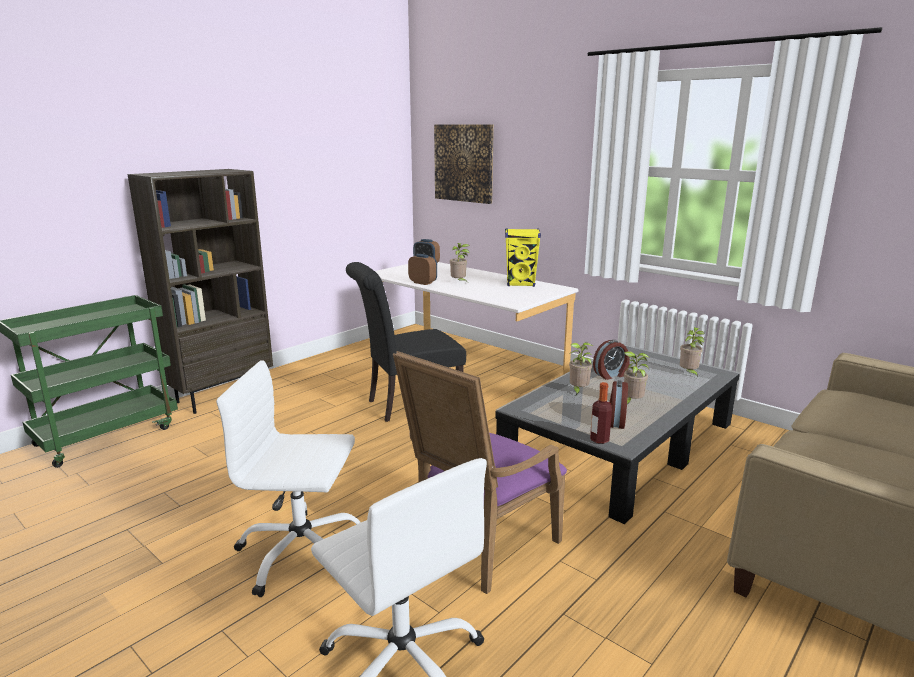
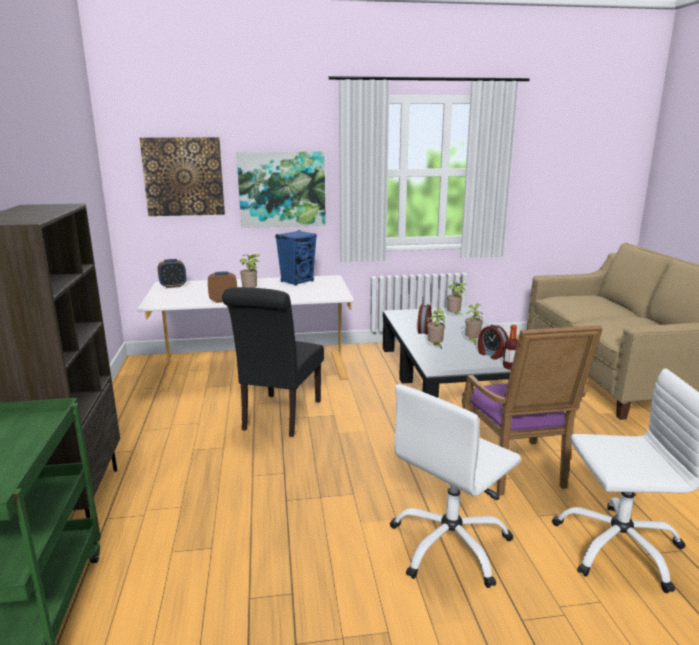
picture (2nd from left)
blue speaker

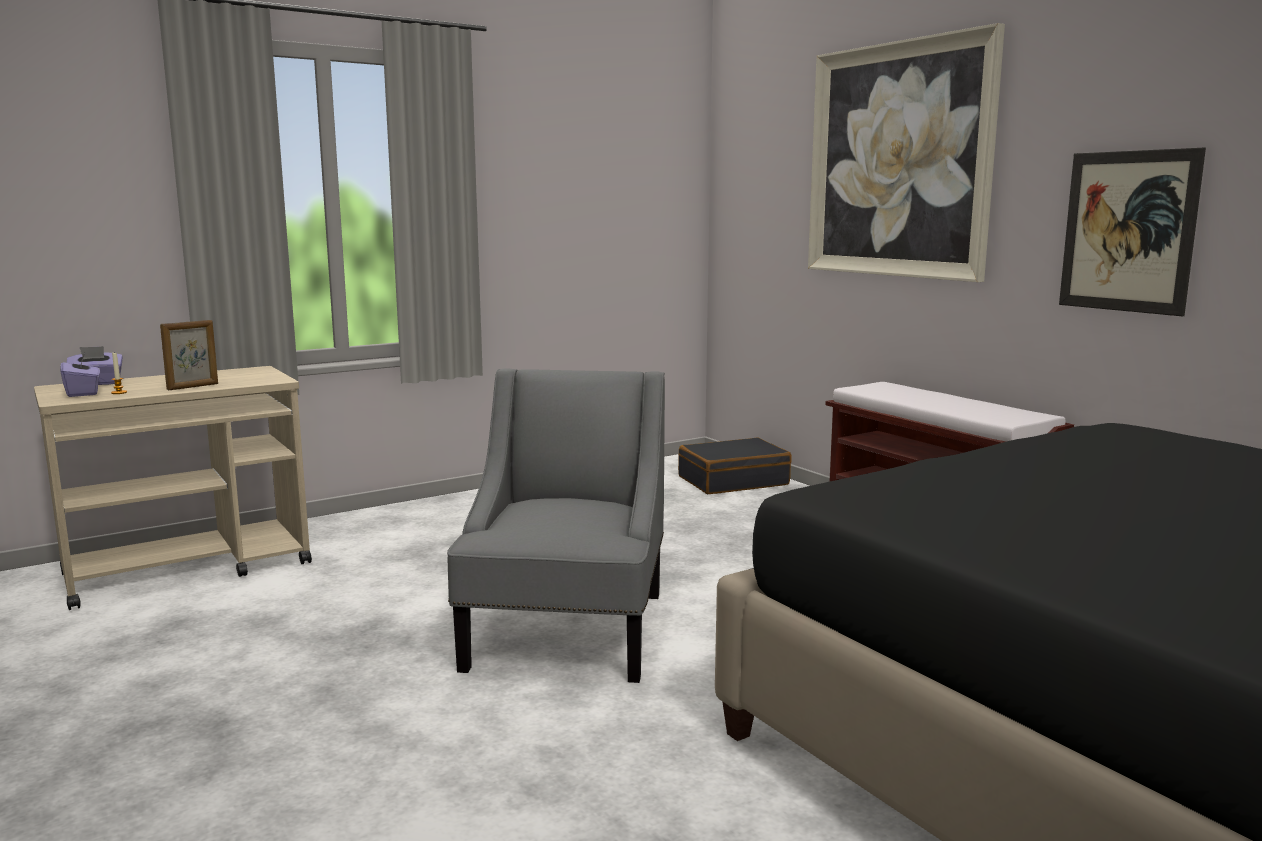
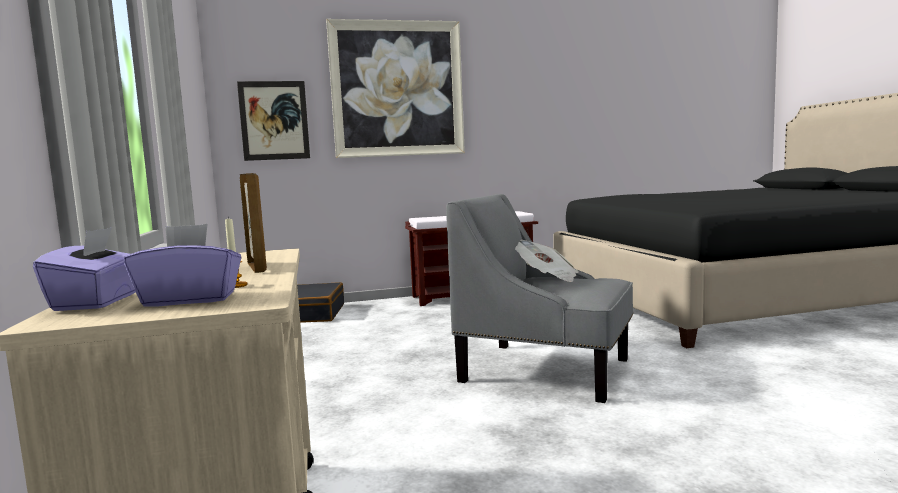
picture (1st from left)
newspaper

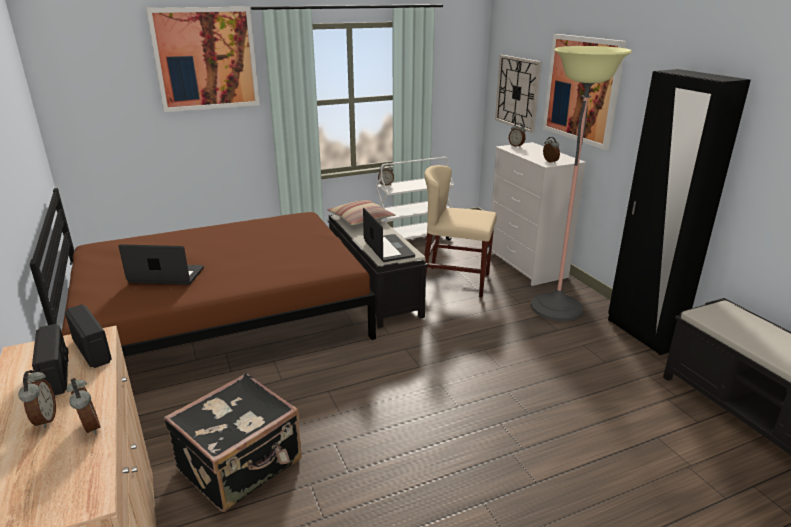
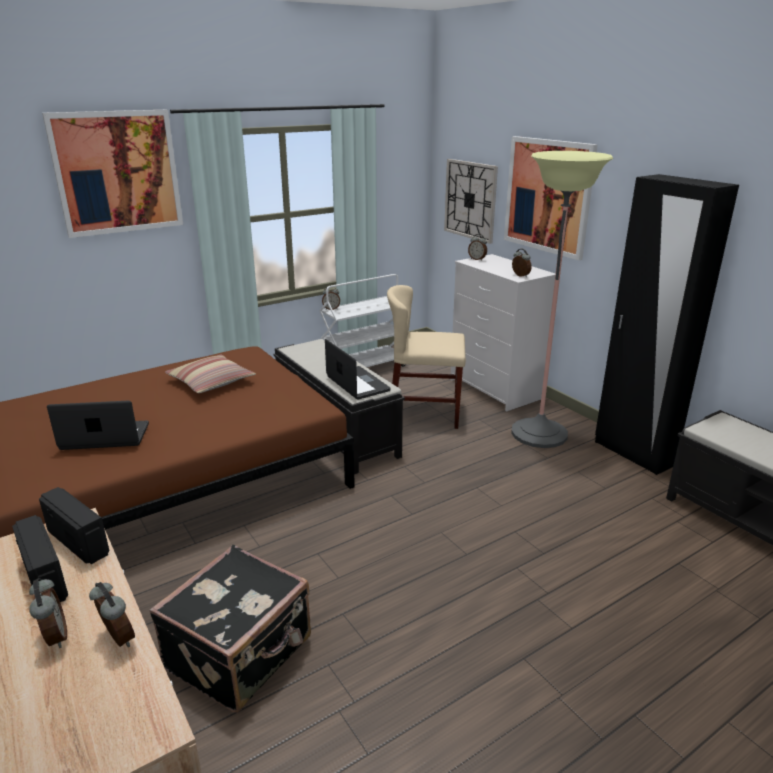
pillow

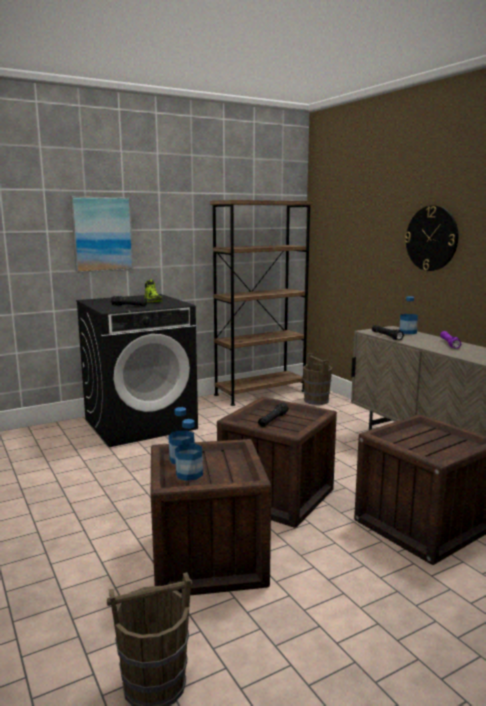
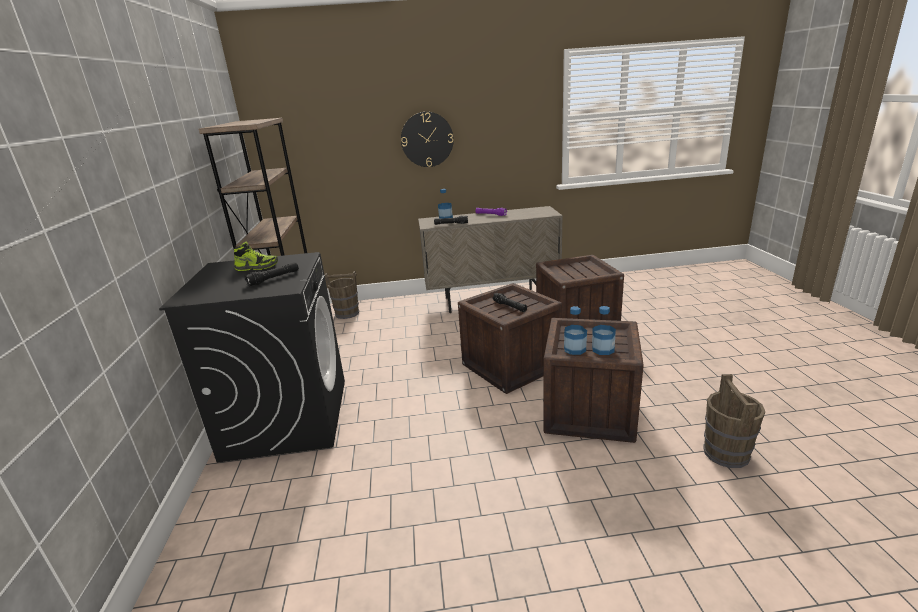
picture

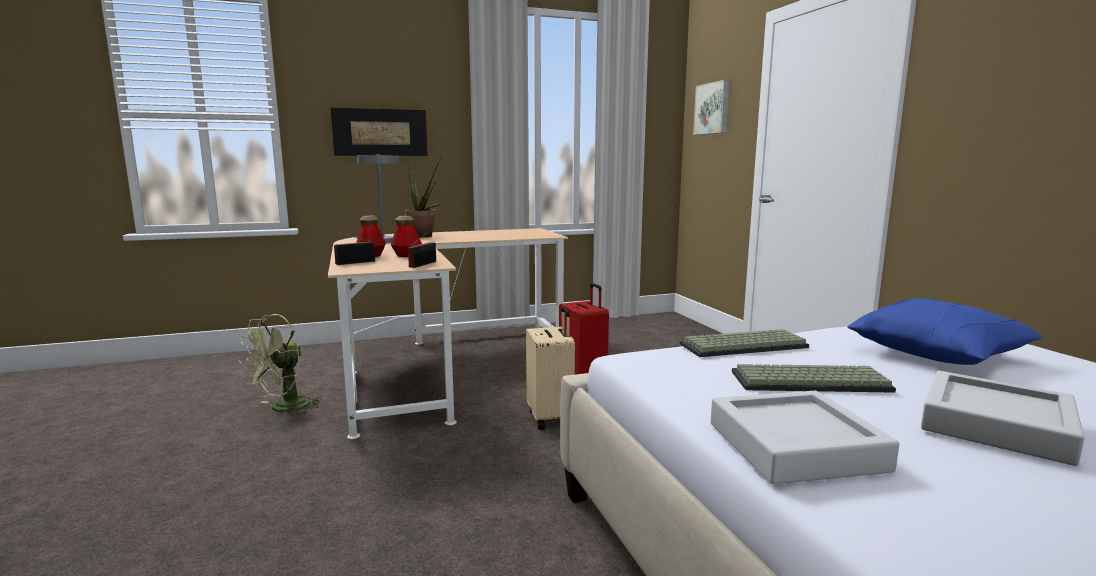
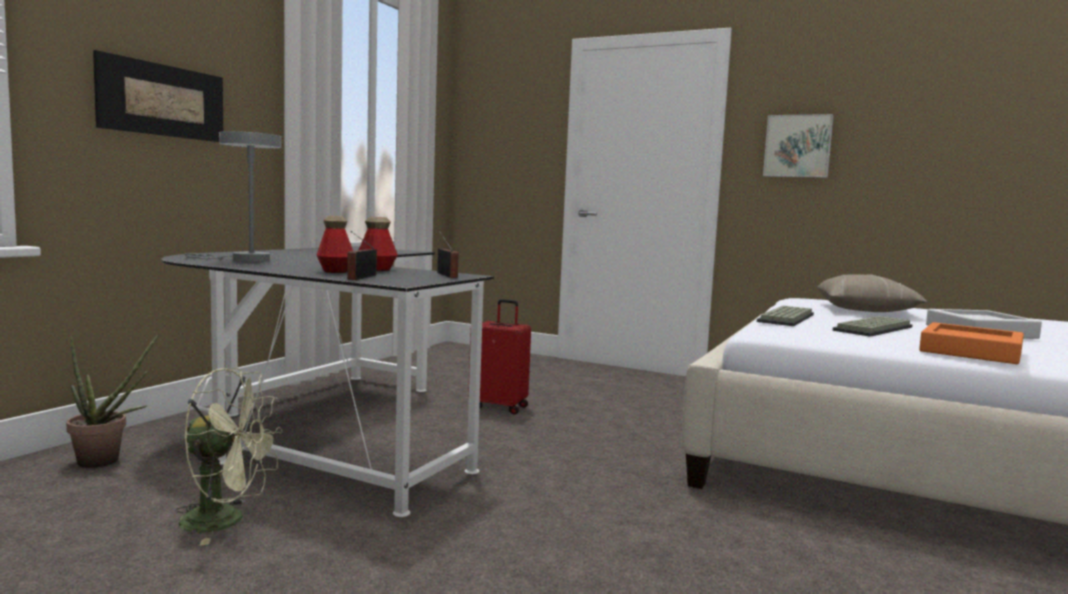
potted plant
black desk
green fan
picture (2nd from left)
beige pillow
orange tray
beige suitcase

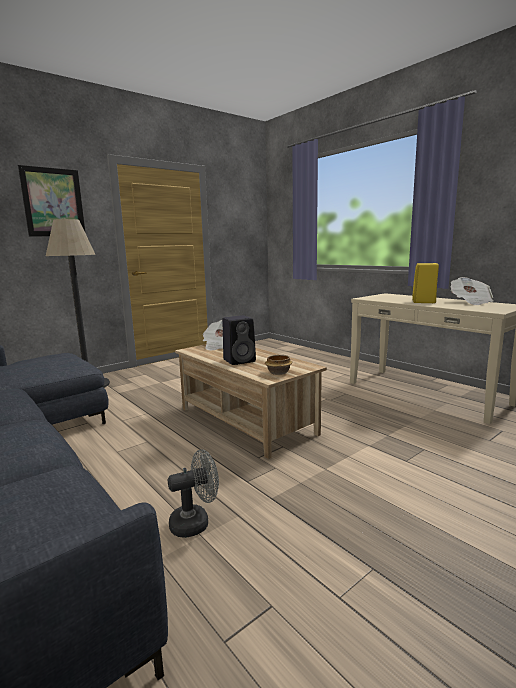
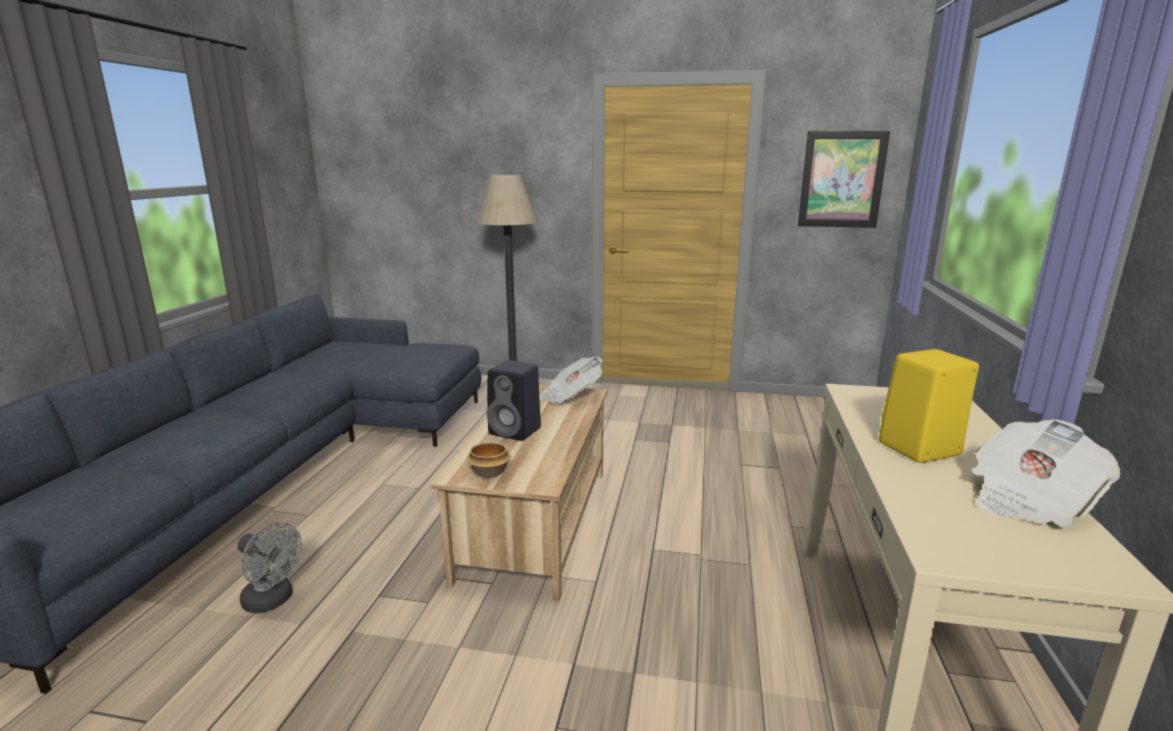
picture

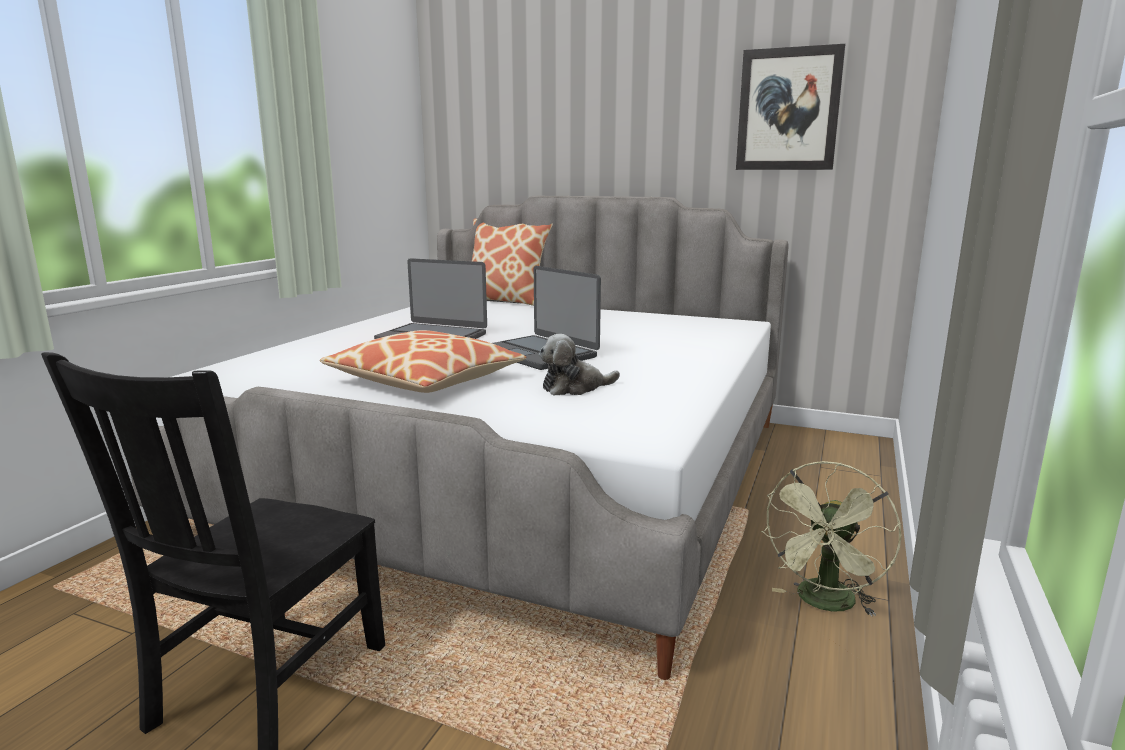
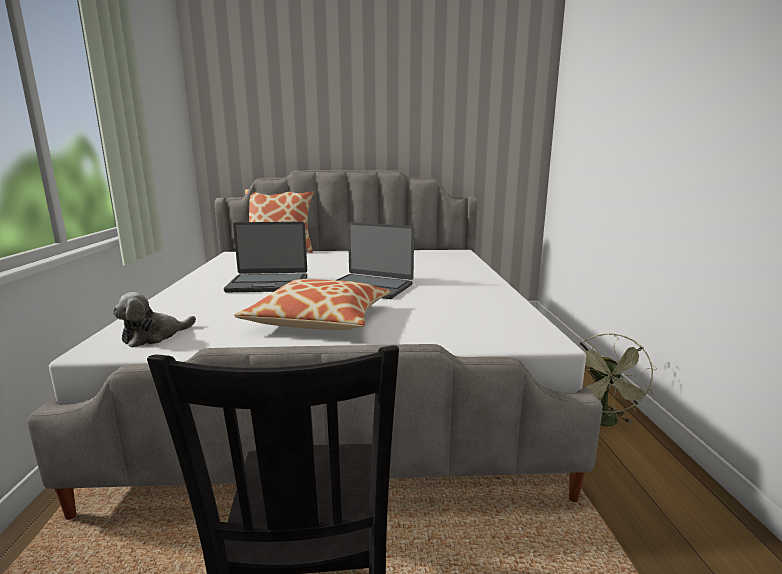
plush toy
picture

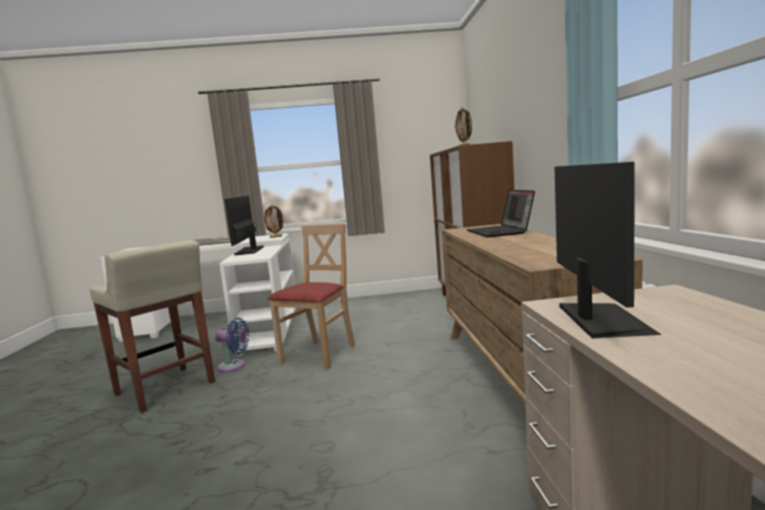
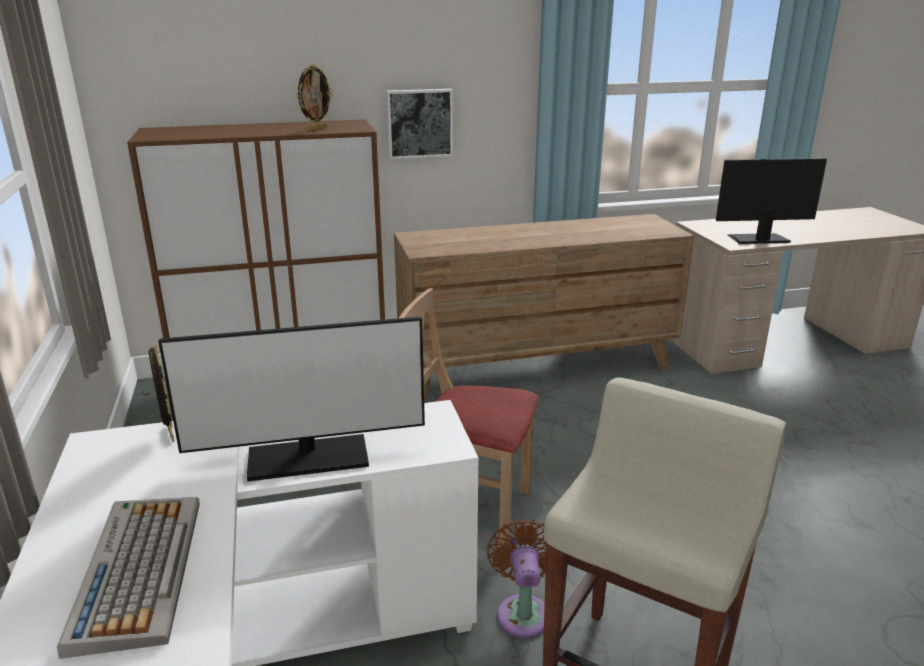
picture
brown fan
laptop

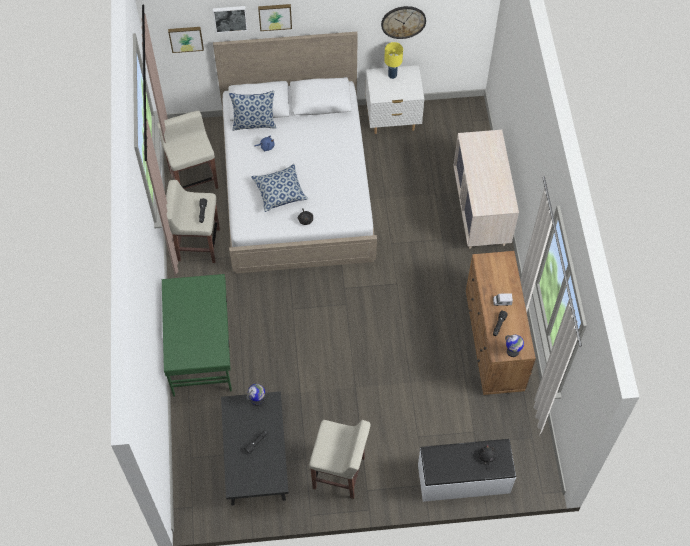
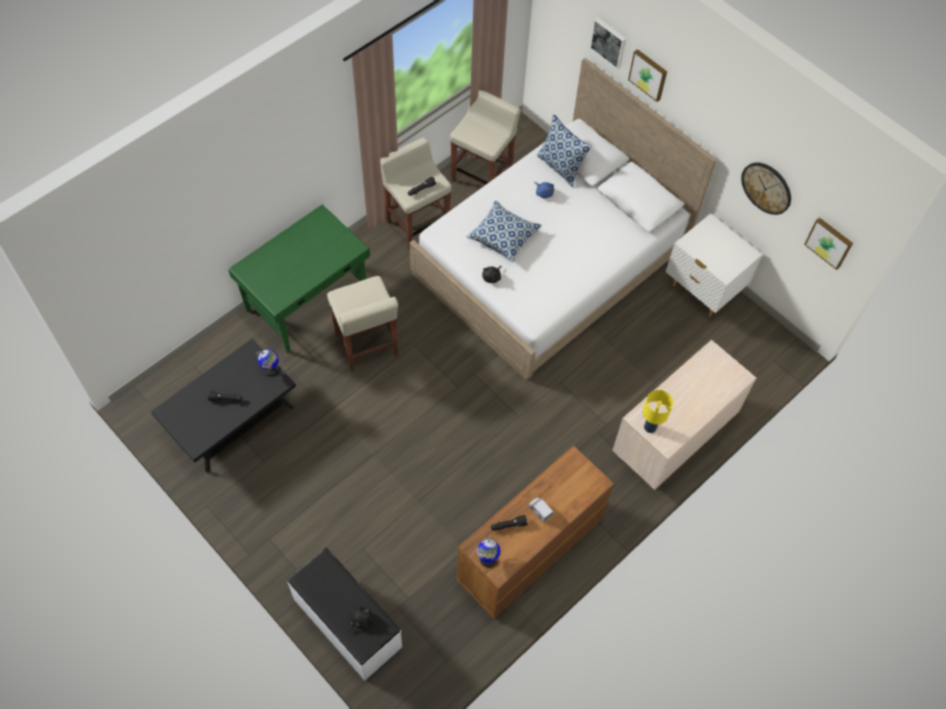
beige stool (1st from left)
yellow table lamp
picture (3rd from left)

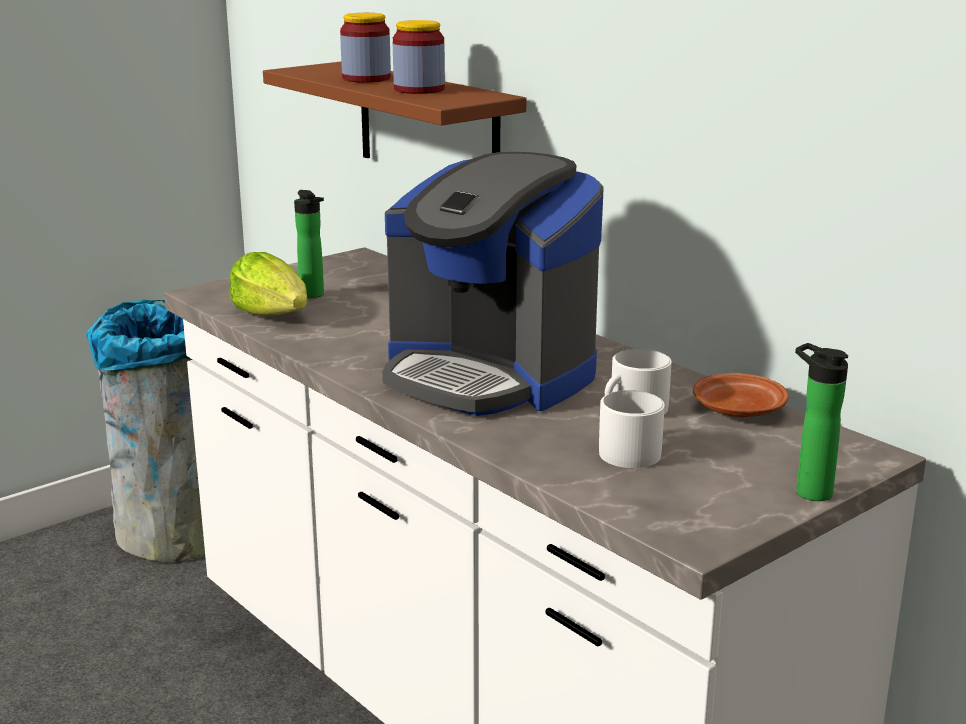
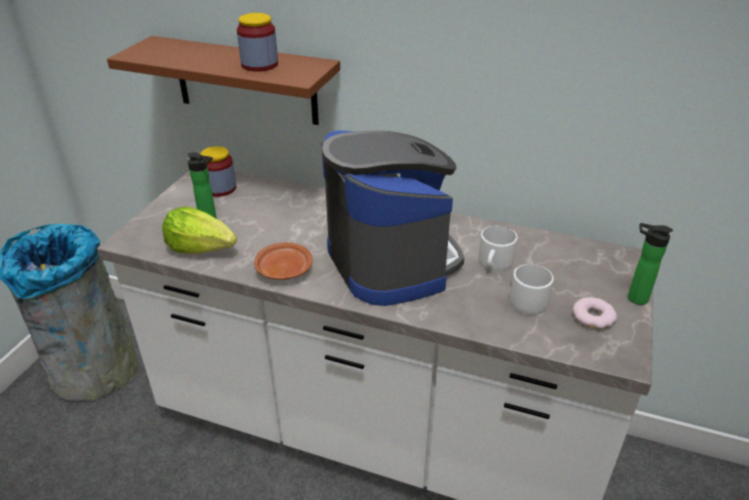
jar (1st from left)
brown plate
coffee machine
donut

